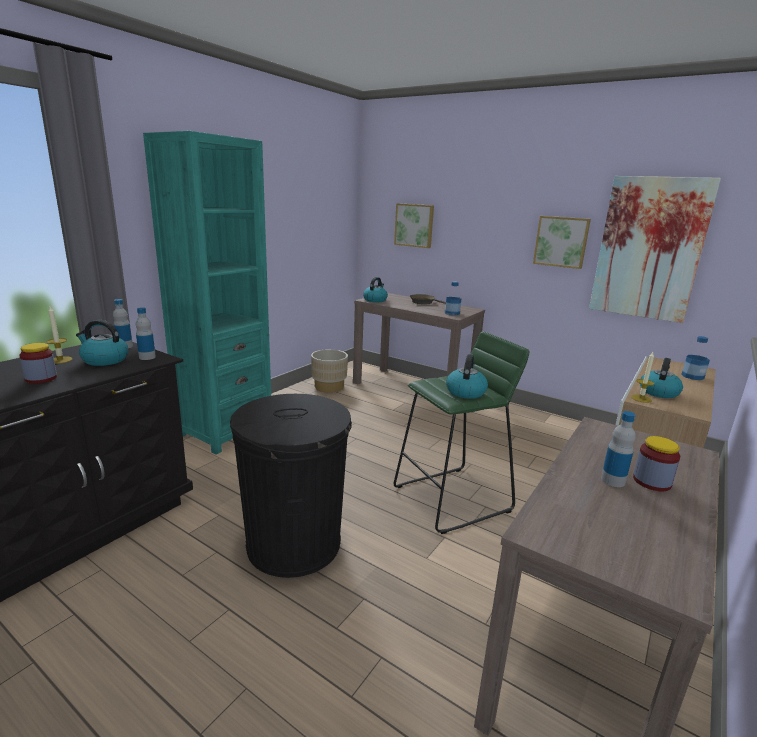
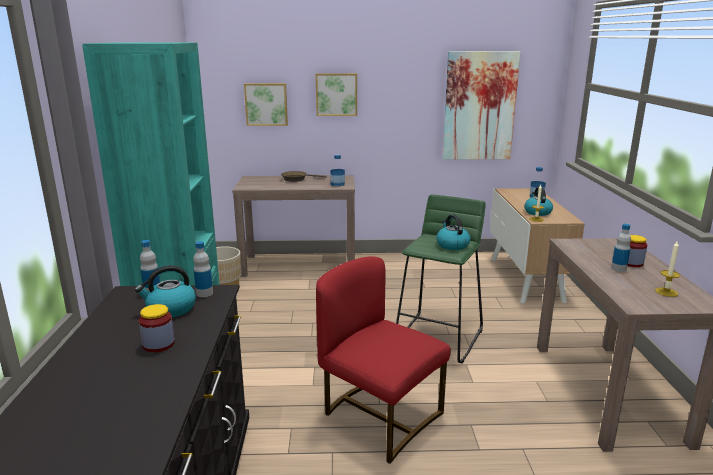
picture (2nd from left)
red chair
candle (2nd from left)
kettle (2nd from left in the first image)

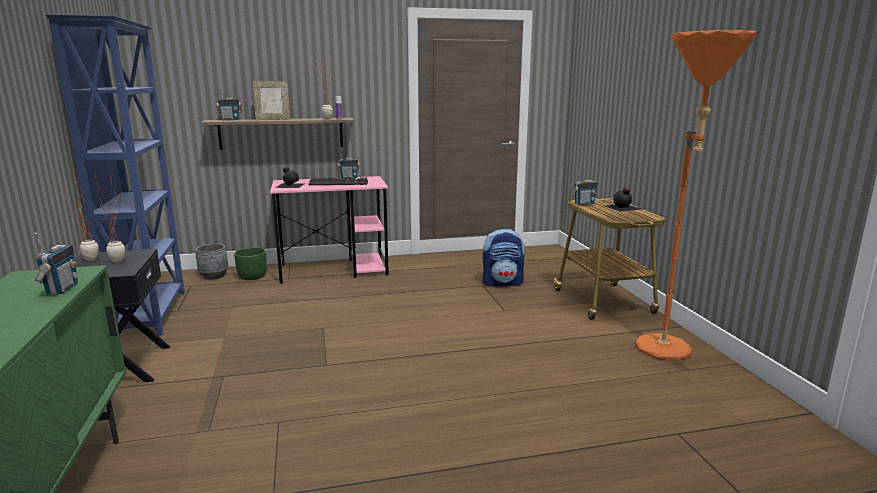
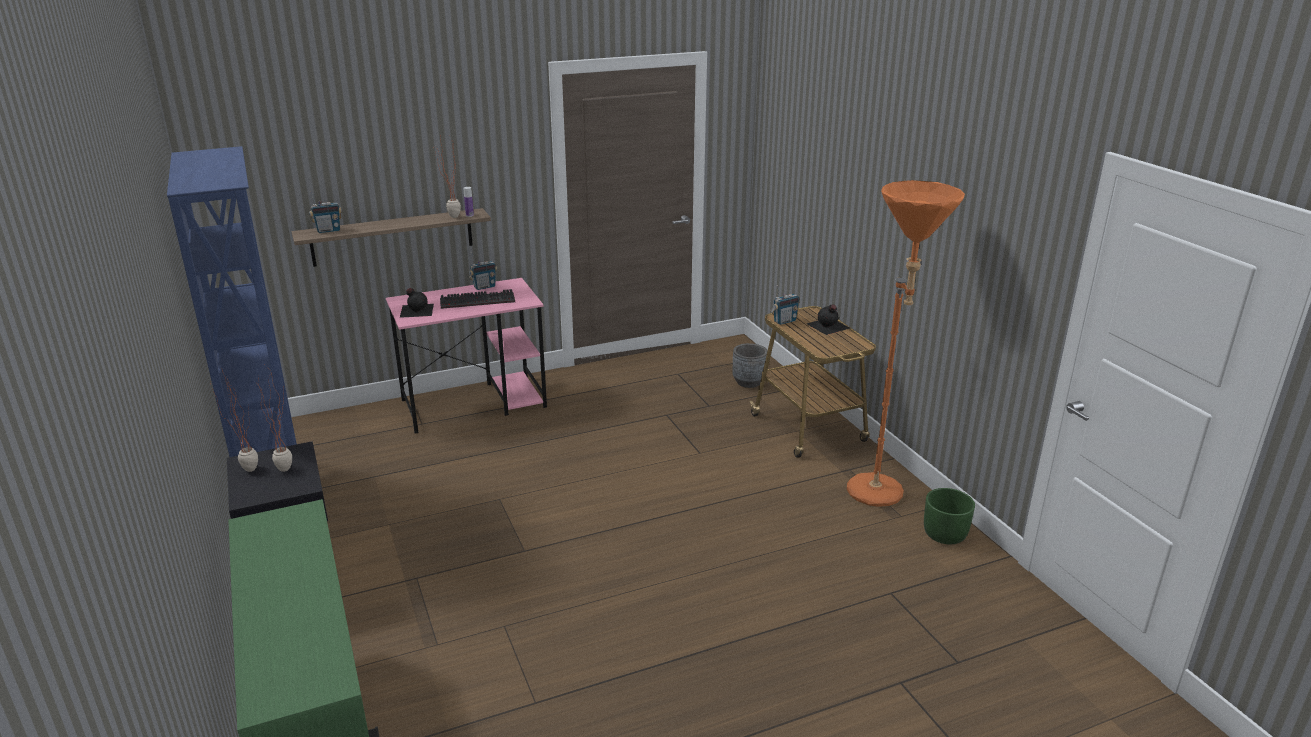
grey planter
green planter
radio (1st from left in the first image)
picture frame
backpack

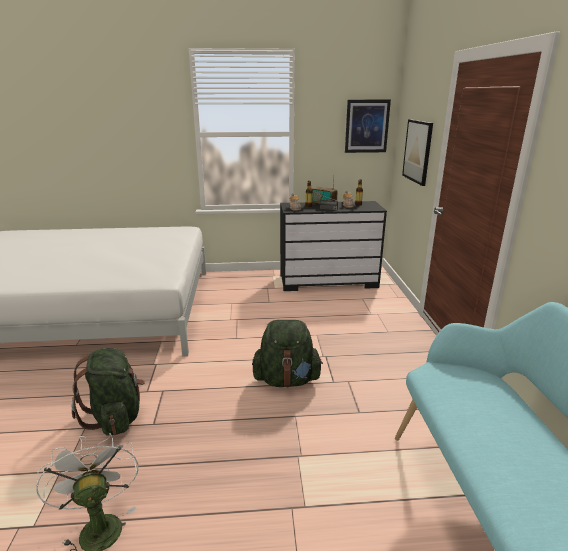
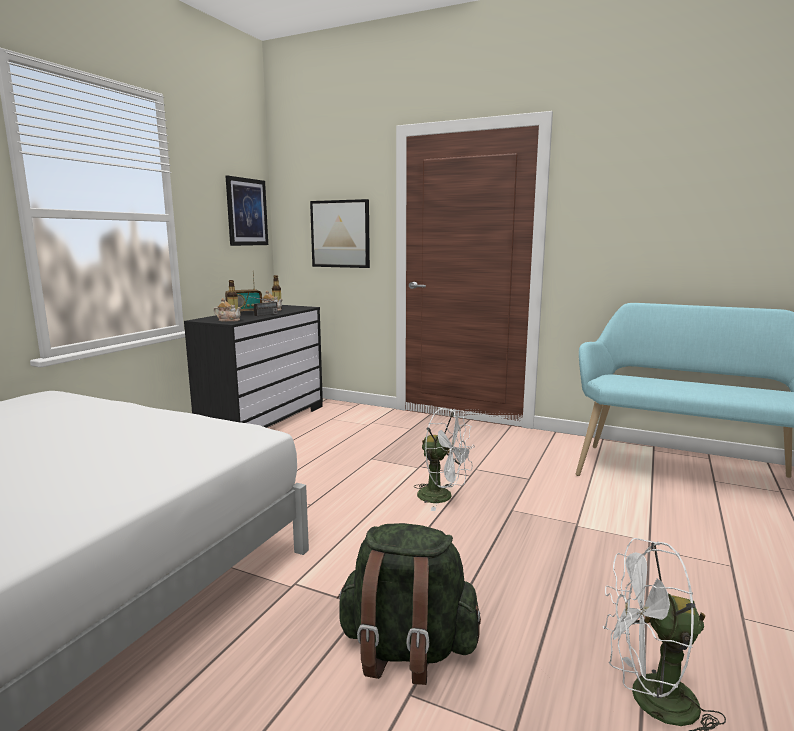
white fan (1st from left)

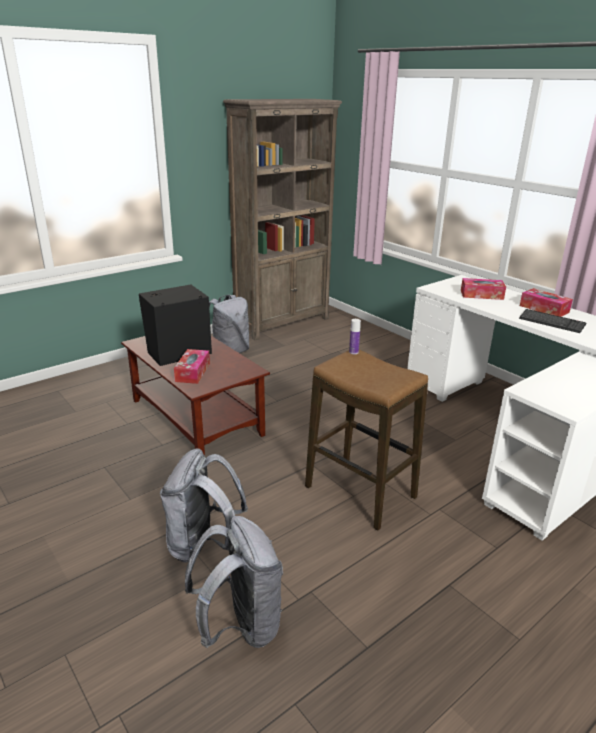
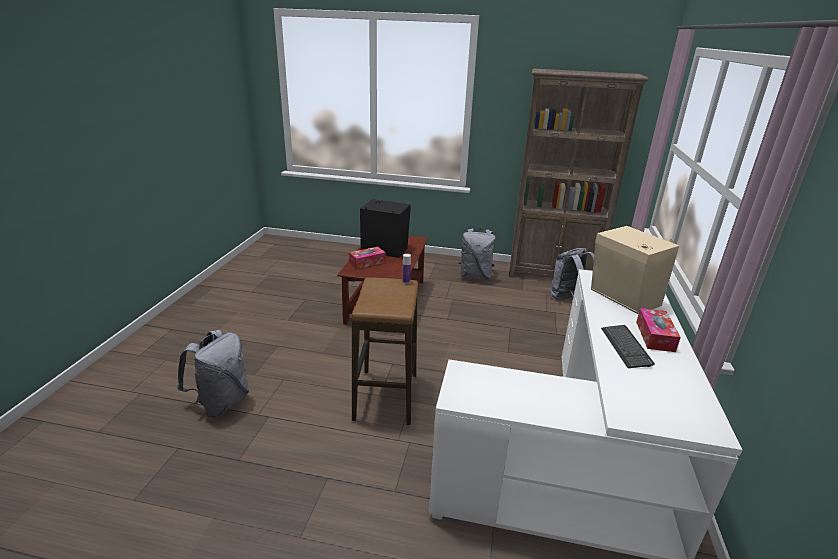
grey backpack (3rd from left)
beige speaker

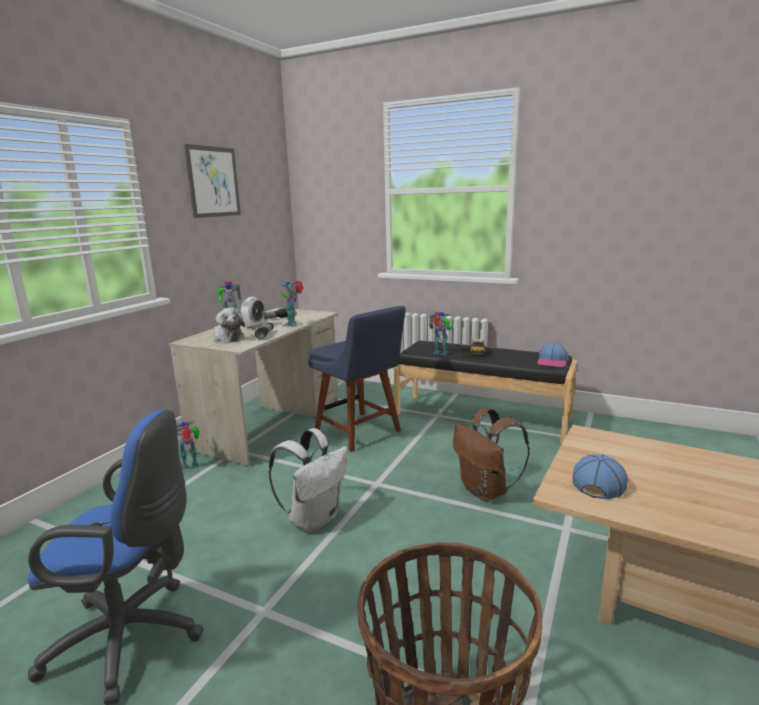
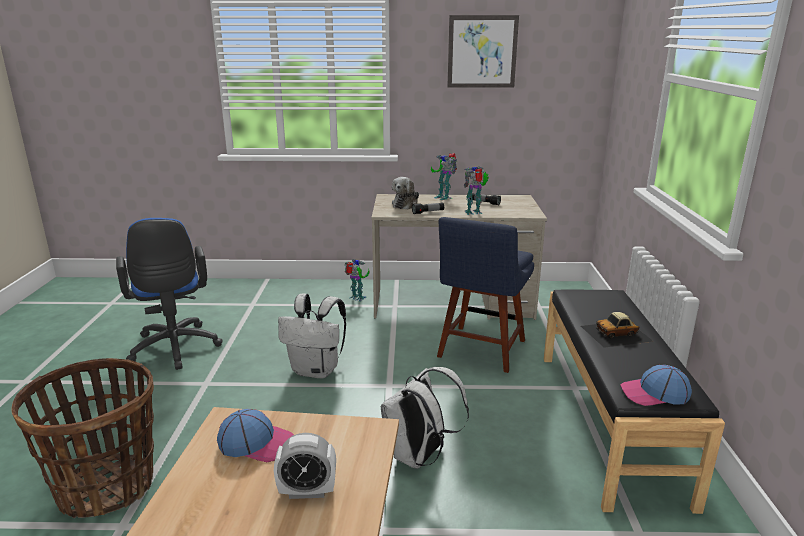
alarm clock
white backpack (2nd from left)
toy robot (4th from left in the first image)

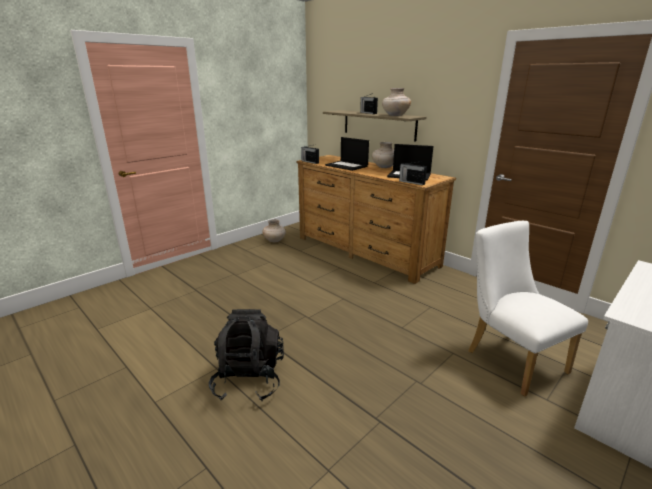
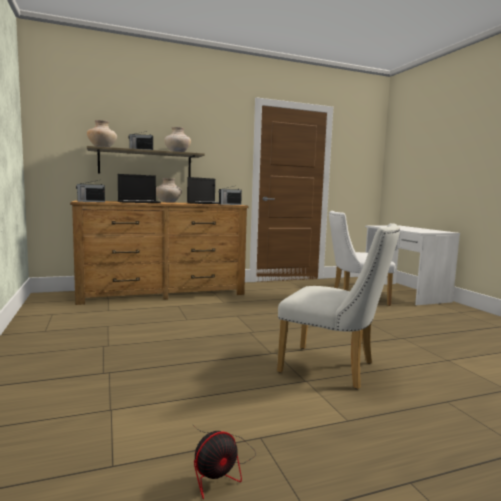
beige vase (1st from left)
fan
white chair (1st from left)

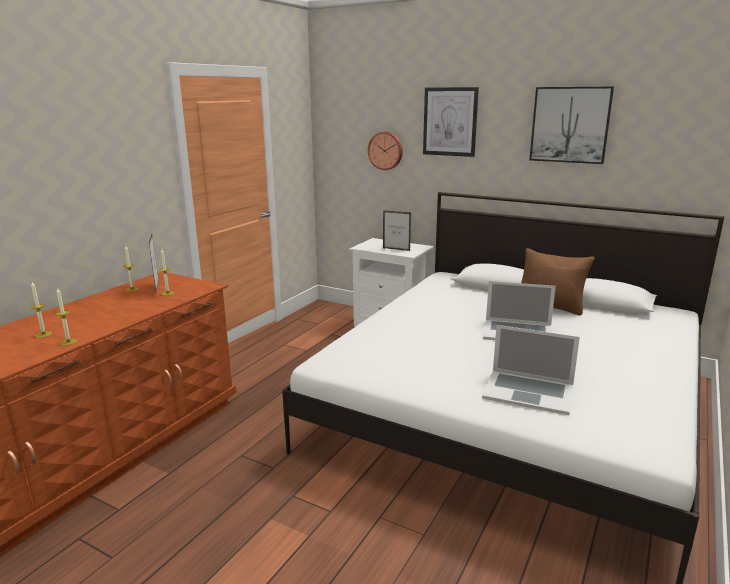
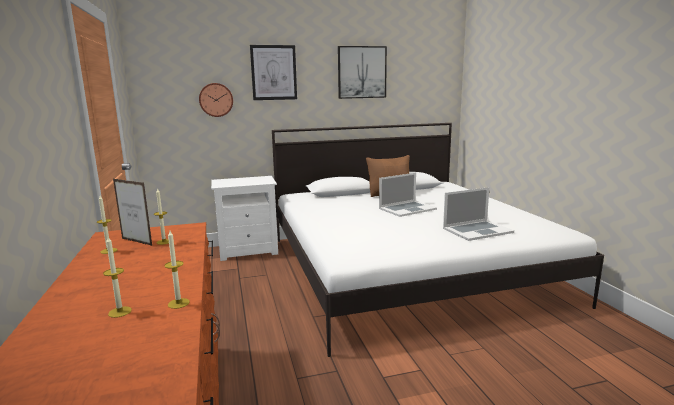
picture frame (2nd from left in the first image)

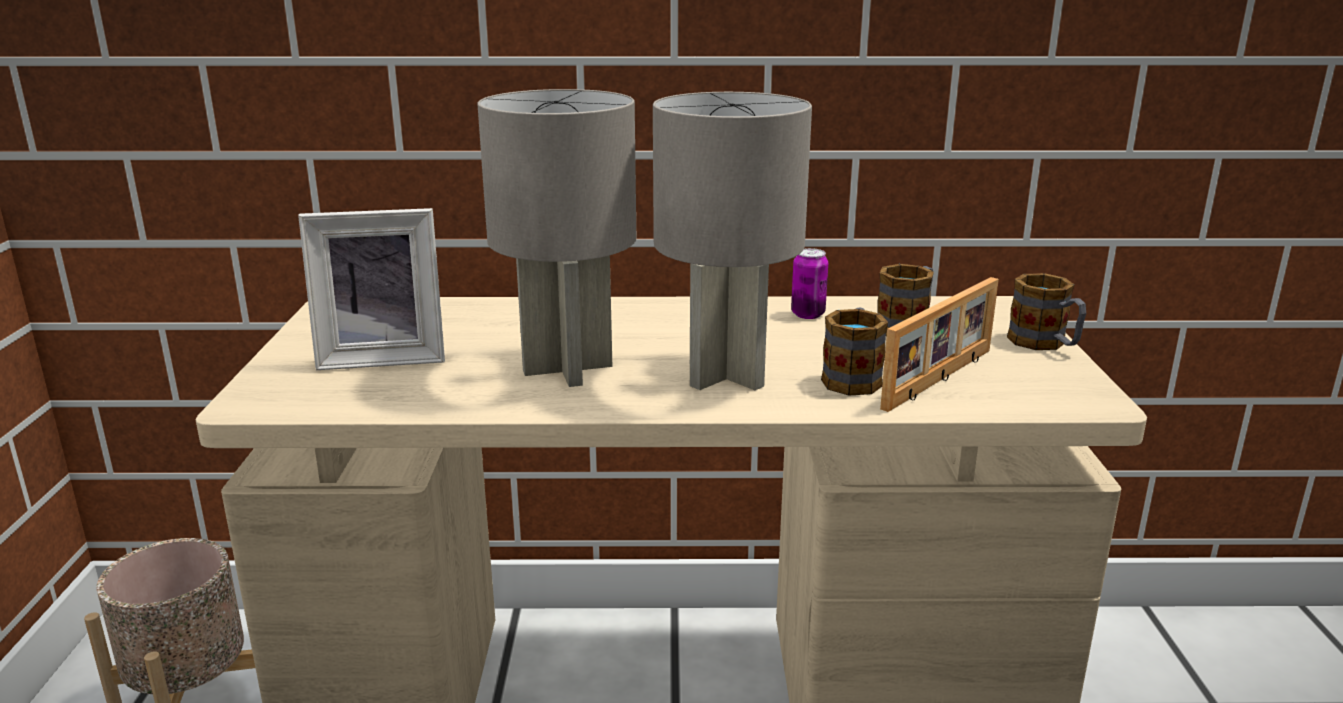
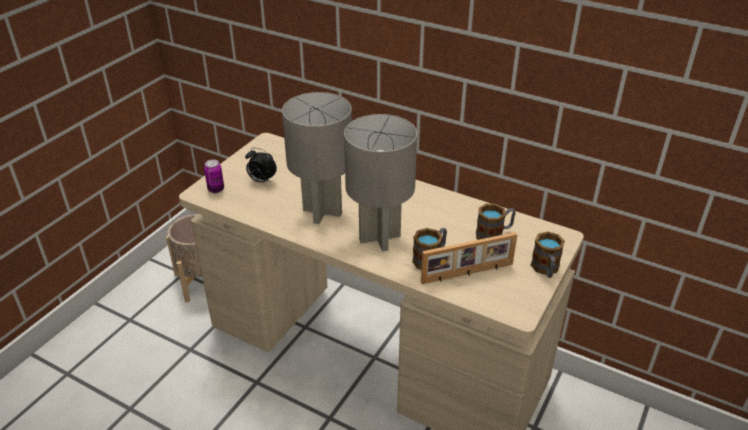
can
alarm clock

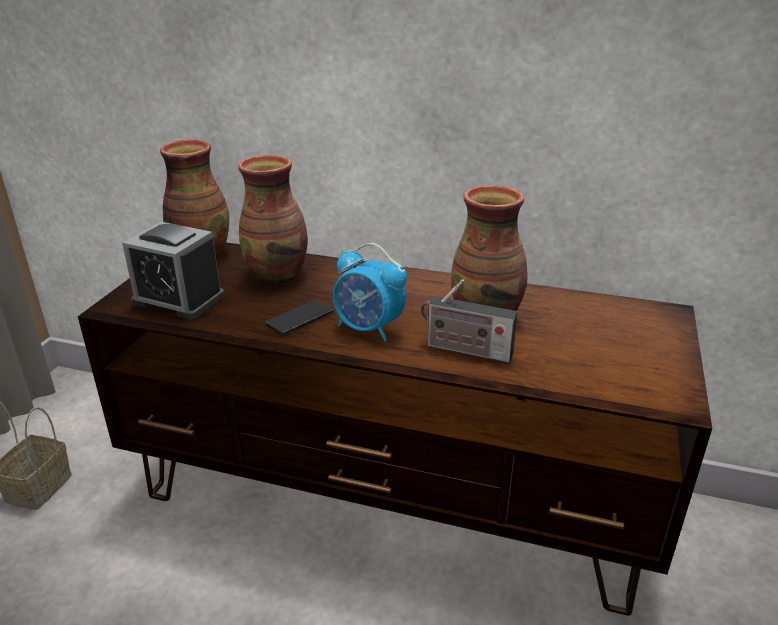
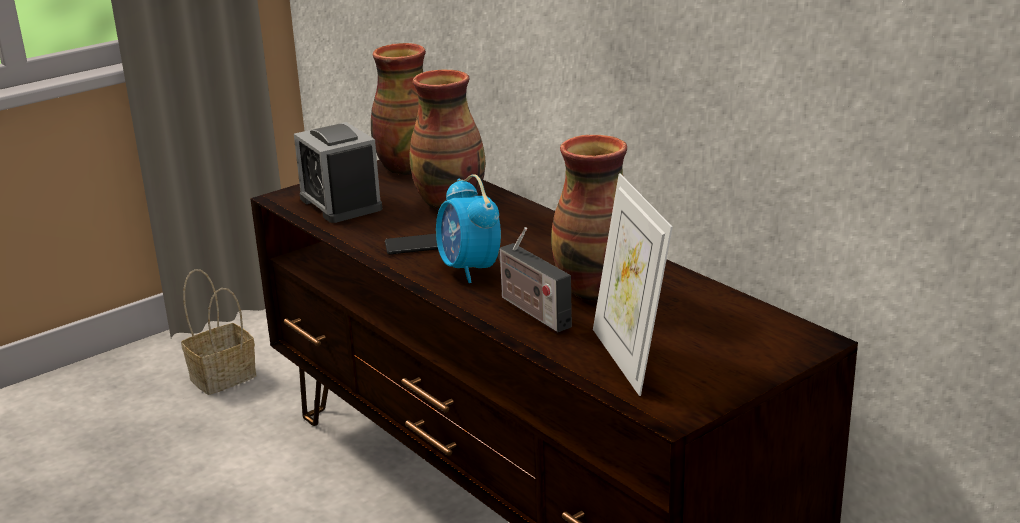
picture frame

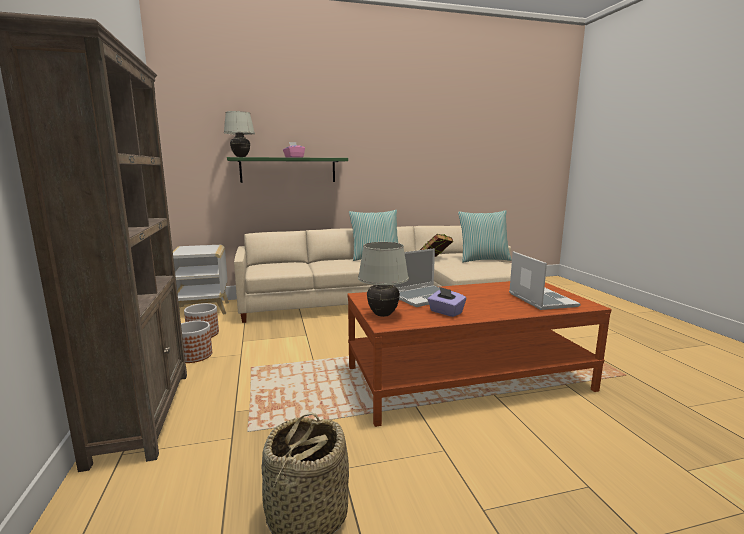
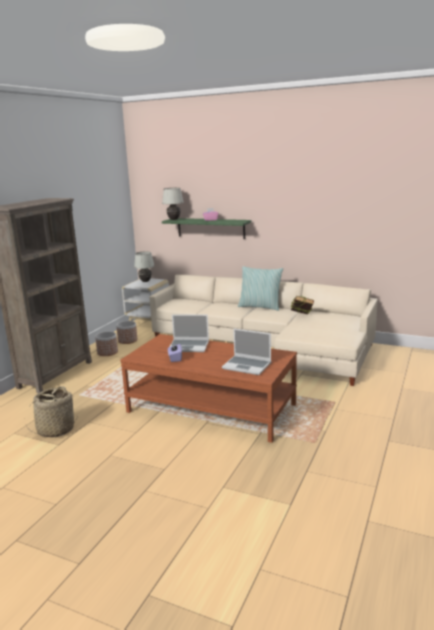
white table lamp (1st from left)
laptop (2nd from left)
pillow (2nd from left in the first image)

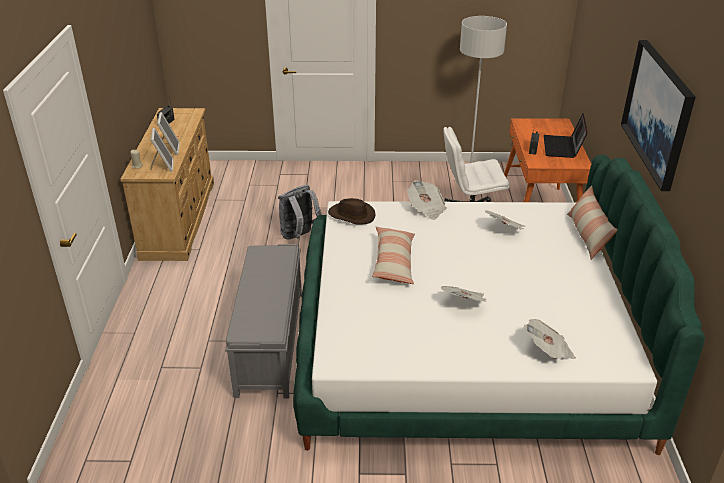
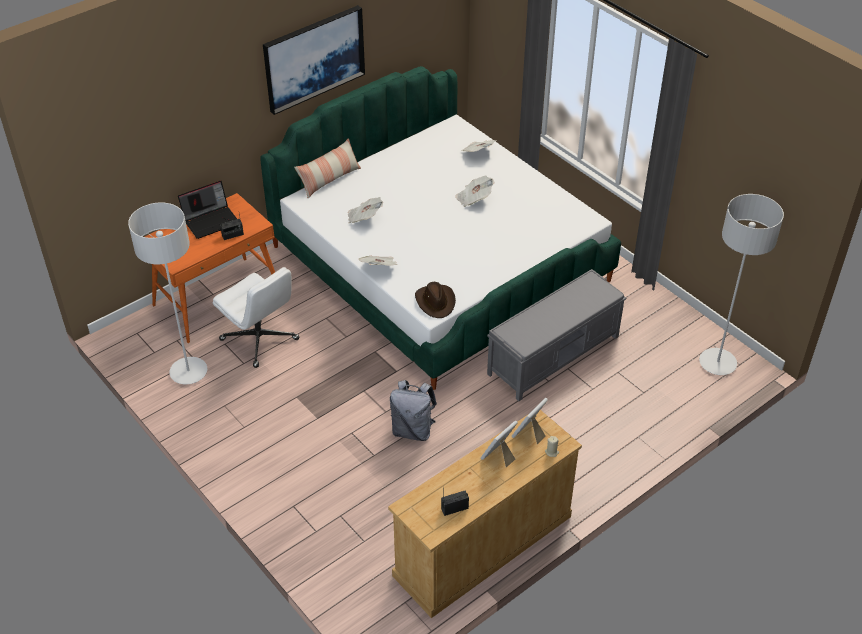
grey floor lamp (2nd from left)
pillow (1st from left in the first image)

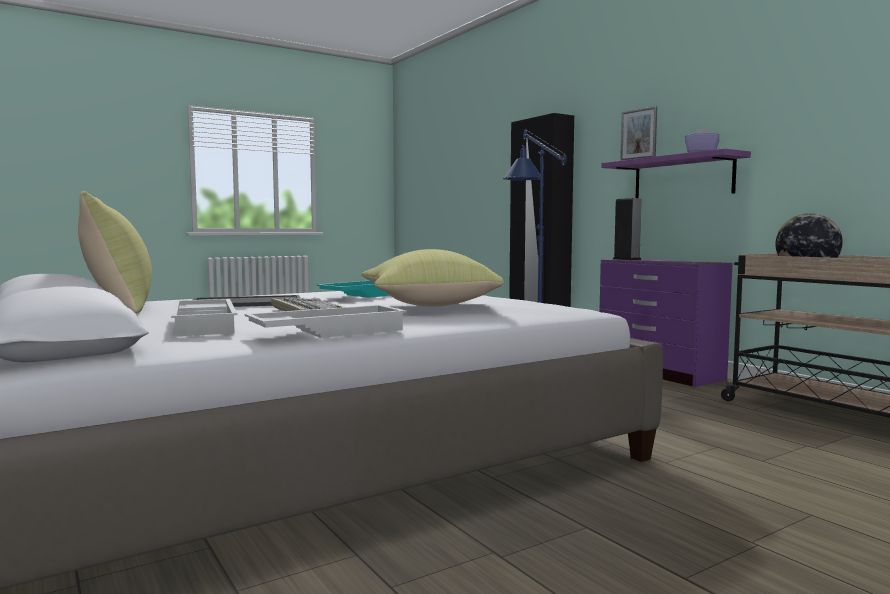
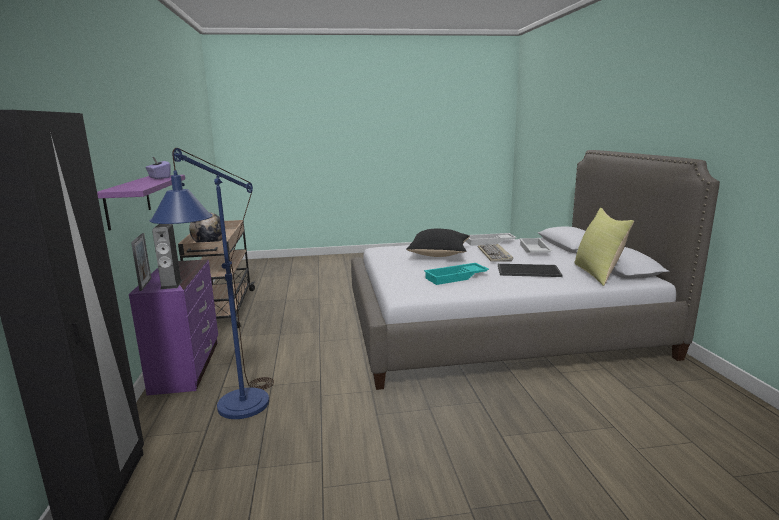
picture frame
black pillow

